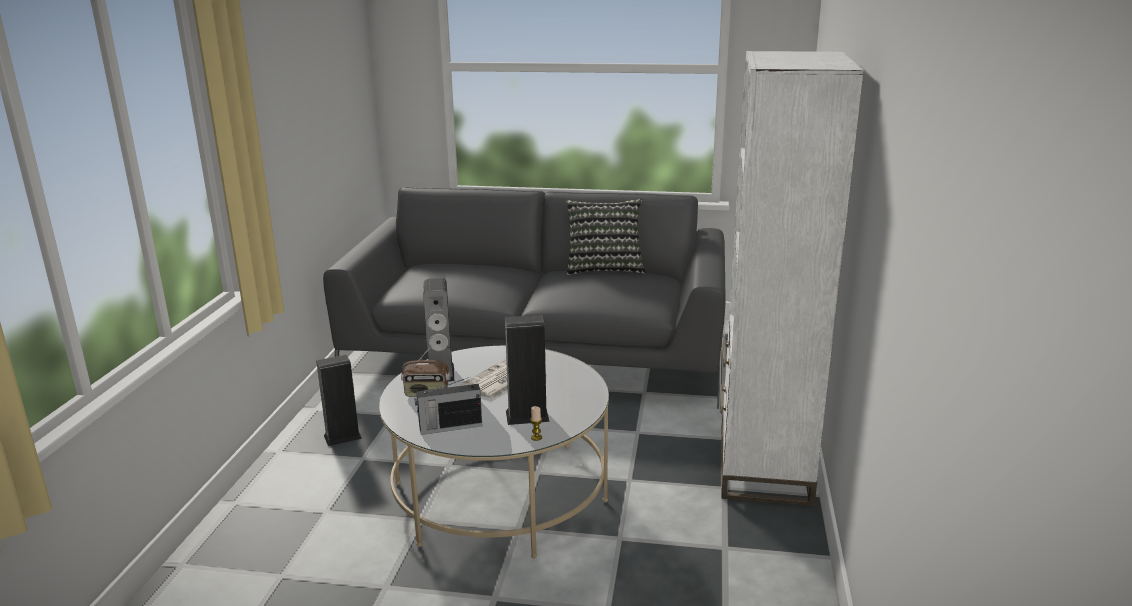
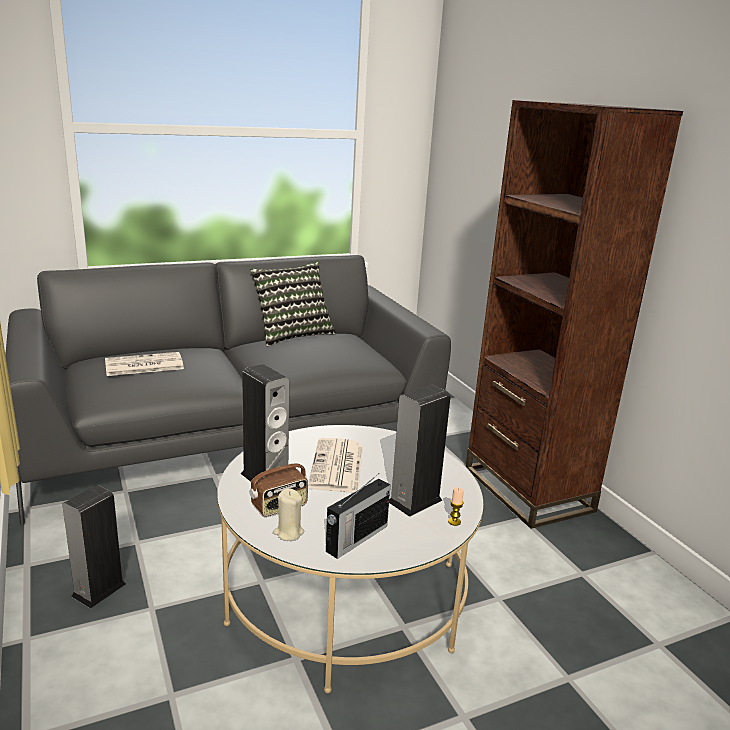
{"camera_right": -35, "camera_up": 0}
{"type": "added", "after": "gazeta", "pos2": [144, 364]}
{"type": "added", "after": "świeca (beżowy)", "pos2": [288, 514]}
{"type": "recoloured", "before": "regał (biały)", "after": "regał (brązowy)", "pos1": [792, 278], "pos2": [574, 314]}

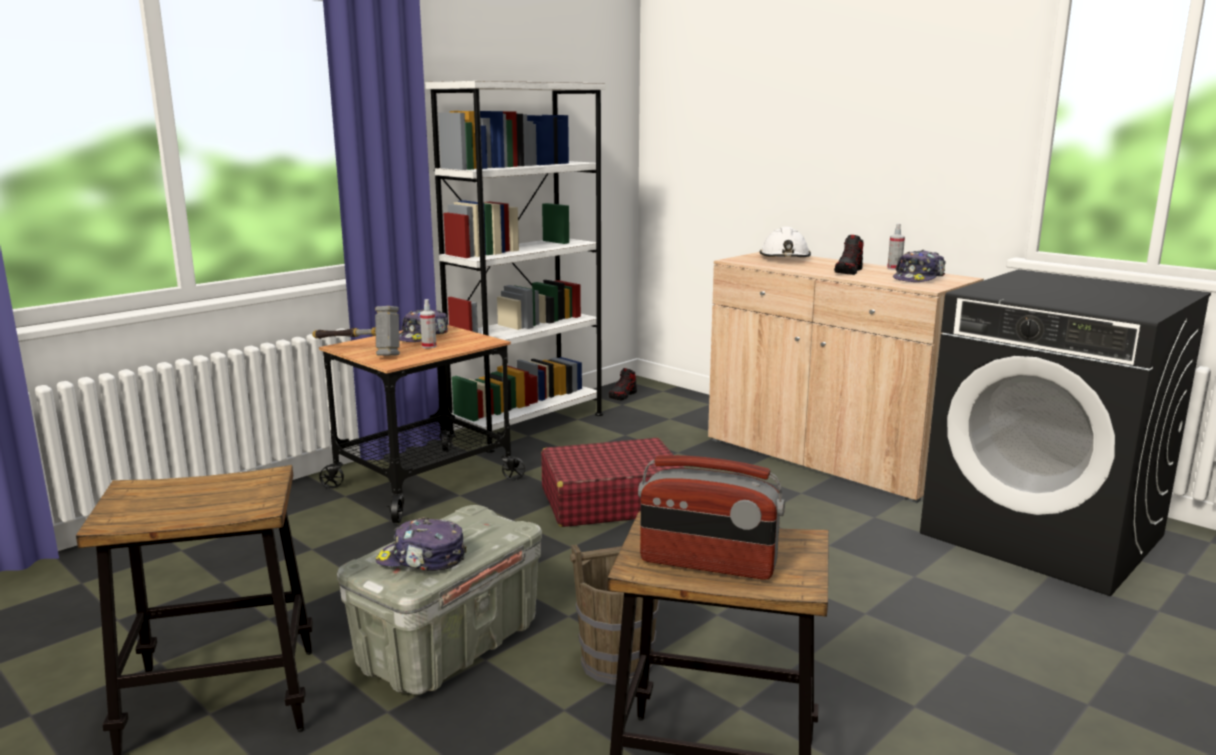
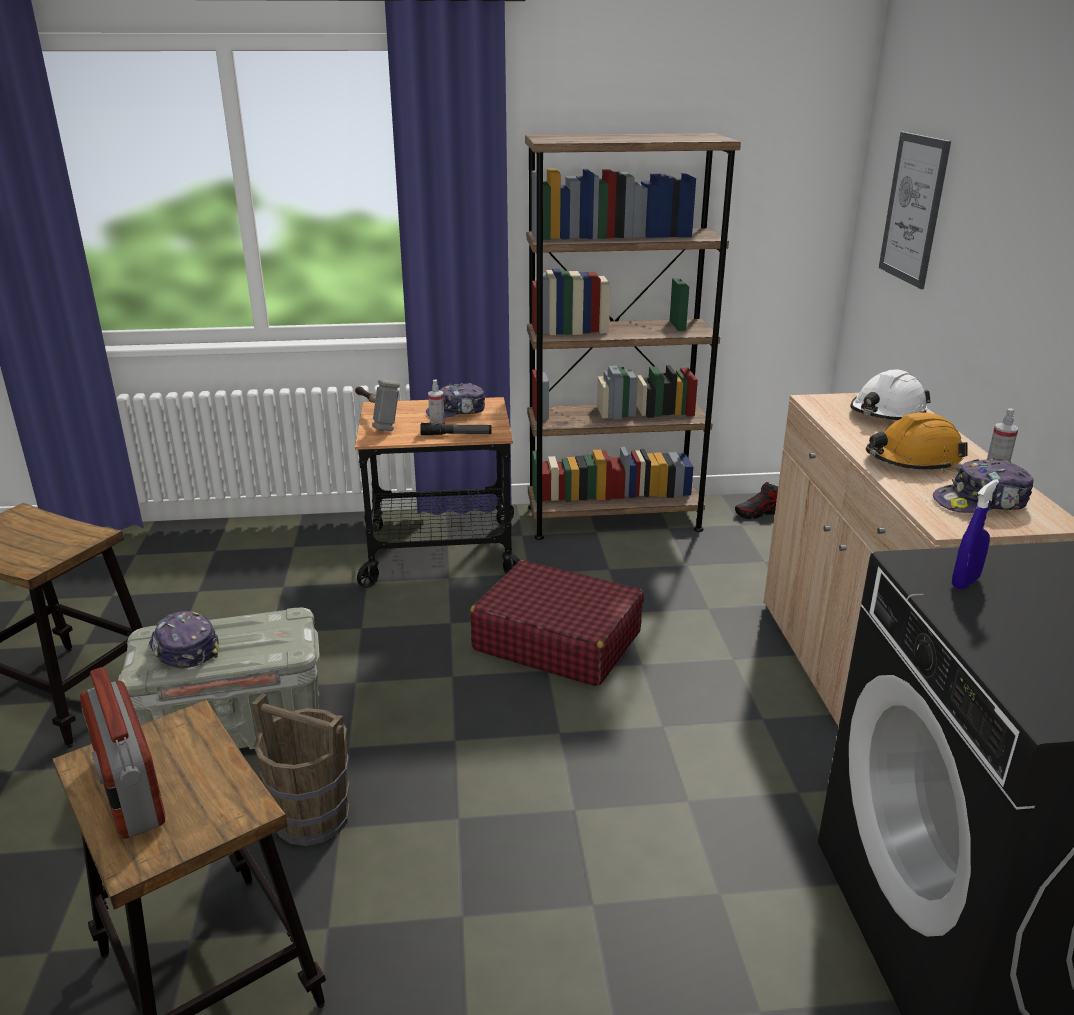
{"camera_right": 40, "camera_up": 10}
{"type": "added", "after": "latarka", "pos2": [456, 429]}
{"type": "added", "after": "obraz", "pos2": [915, 210]}
{"type": "added", "after": "spryskiwacz (niebieski)", "pos2": [975, 534]}
{"type": "replaced", "before": "but", "after": "kask (pomarańczowy)", "pos1": [848, 255], "pos2": [917, 442]}
{"type": "recoloured", "before": "regał (biały)", "after": "regał (brązowy)", "pos1": [515, 267], "pos2": [633, 336]}

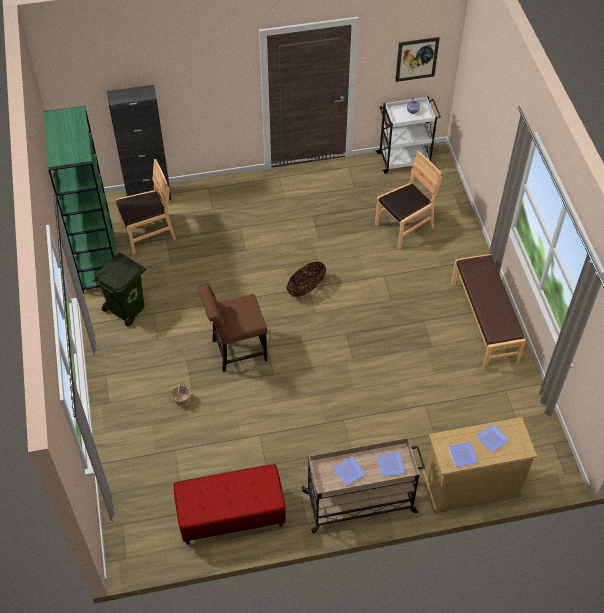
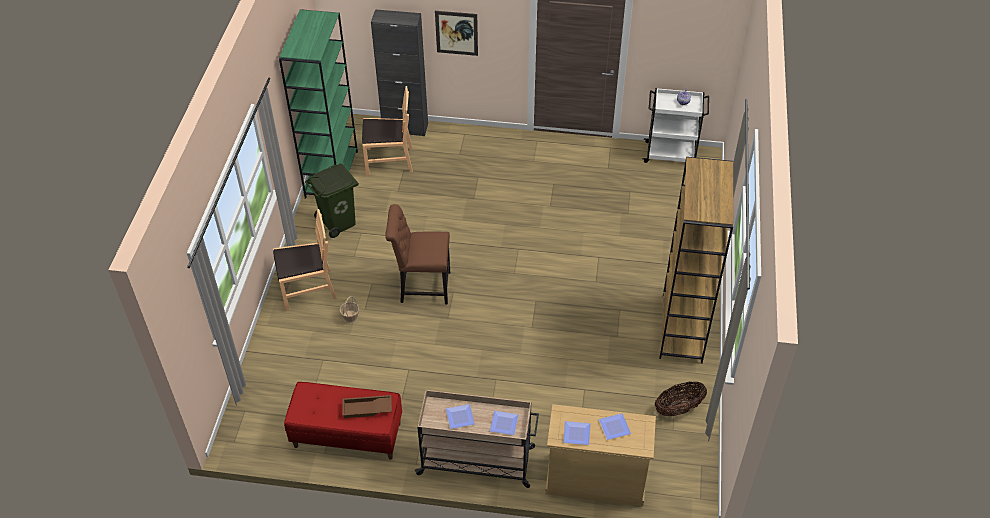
{"camera_right": 20, "camera_up": -5}
{"type": "added", "after": "taca (brązowy)", "pos2": [367, 406]}
{"type": "moved", "before": "koszyk", "pos1": [306, 279], "pos2": [681, 399]}
{"type": "moved", "before": "krzesło (brązowy)", "pos1": [408, 200], "pos2": [305, 260]}
{"type": "moved", "before": "obraz", "pos1": [417, 59], "pos2": [456, 33]}
{"type": "replaced", "before": "ławka (brązowy)", "after": "regał (brązowy)", "pos1": [488, 312], "pos2": [696, 260]}

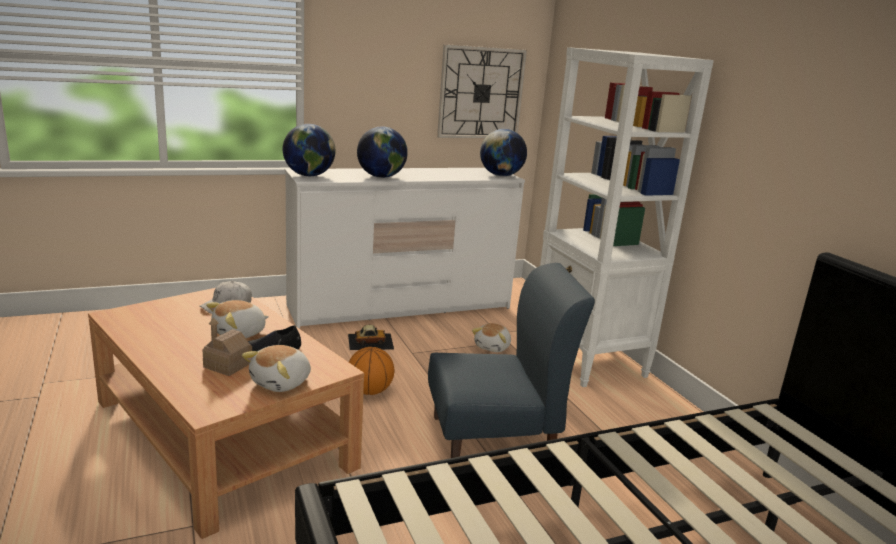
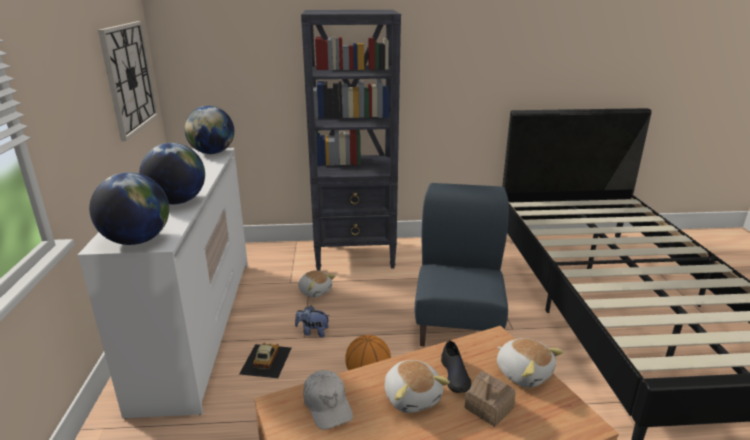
{"camera_right": -70, "camera_up": 5}
{"type": "added", "after": "pluszak", "pos2": [312, 321]}
{"type": "recoloured", "before": "regał (biały)", "after": "regał (czarny)", "pos1": [627, 217], "pos2": [351, 140]}

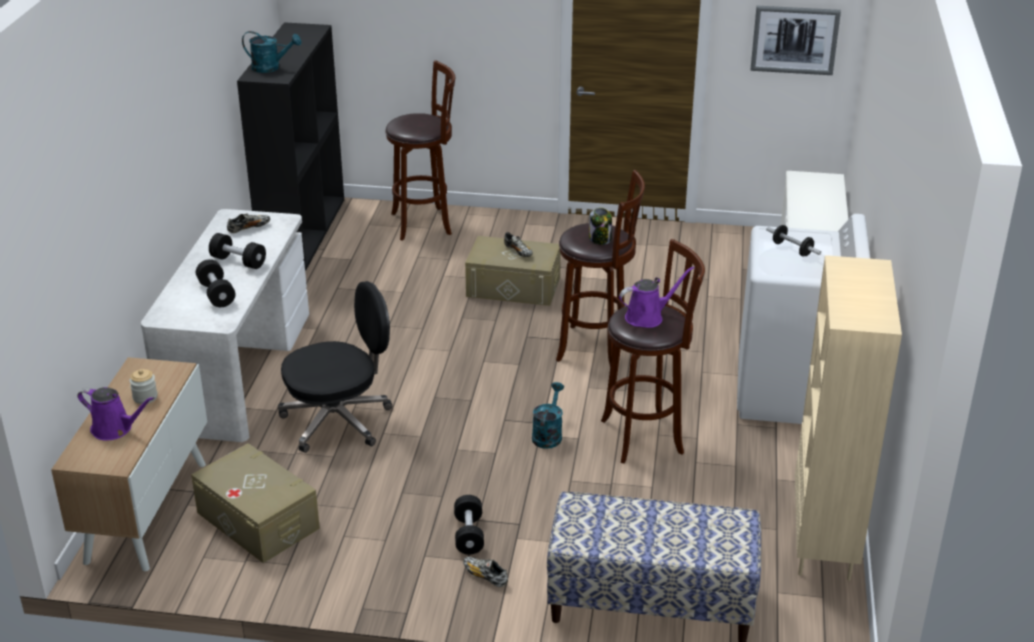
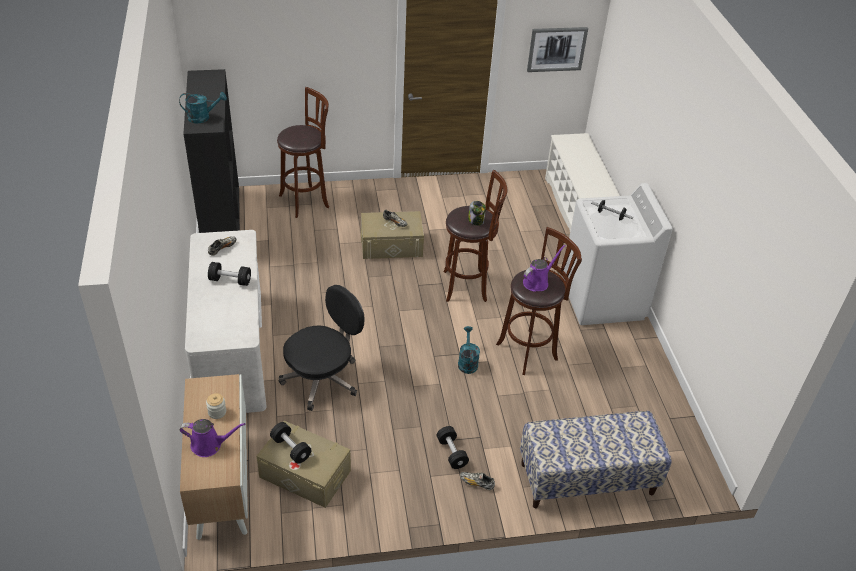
{"camera_right": -20, "camera_up": 10}
{"type": "removed", "before": "regał (beżowy)", "pos1": [848, 418]}
{"type": "moved", "before": "hantel (czarny)", "pos1": [215, 283], "pos2": [290, 443]}

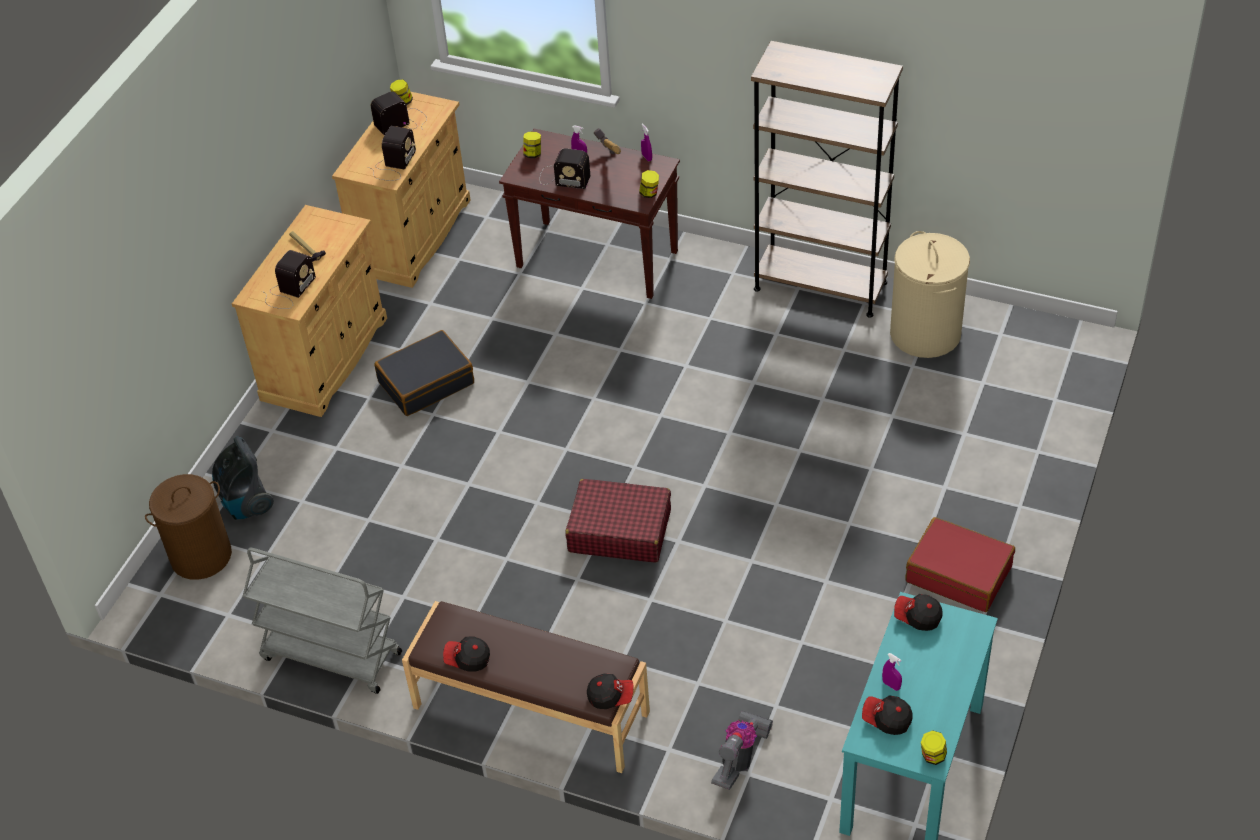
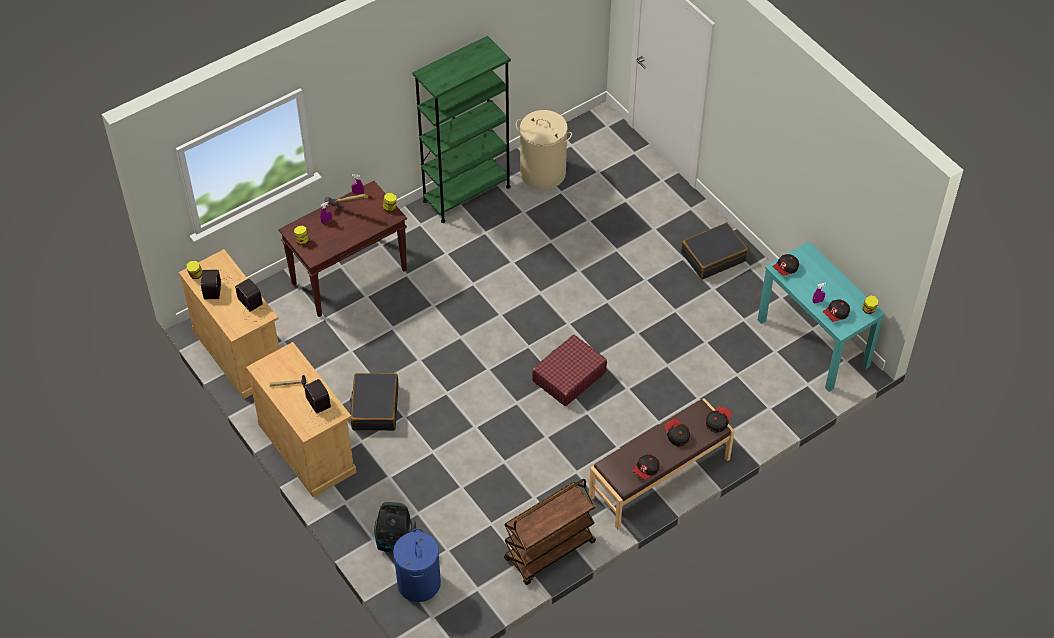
{"camera_right": -60, "camera_up": 5}
{"type": "removed", "before": "radio", "pos1": [565, 168]}
{"type": "removed", "before": "odkurzacz", "pos1": [742, 750]}
{"type": "added", "after": "czapka z daszkiem", "pos2": [677, 433]}
{"type": "recoloured", "before": "kosz na pranie (brązowy)", "after": "kosz na pranie (niebieski)", "pos1": [188, 527], "pos2": [417, 565]}
{"type": "recoloured", "before": "wózek (szary)", "after": "wózek (brązowy)", "pos1": [322, 621], "pos2": [550, 532]}
{"type": "recoloured", "before": "regał (brązowy)", "after": "regał (zielony)", "pos1": [827, 179], "pos2": [461, 129]}
{"type": "recoloured", "before": "walizka (czerwony)", "after": "walizka (czarny)", "pos1": [960, 564], "pos2": [714, 251]}

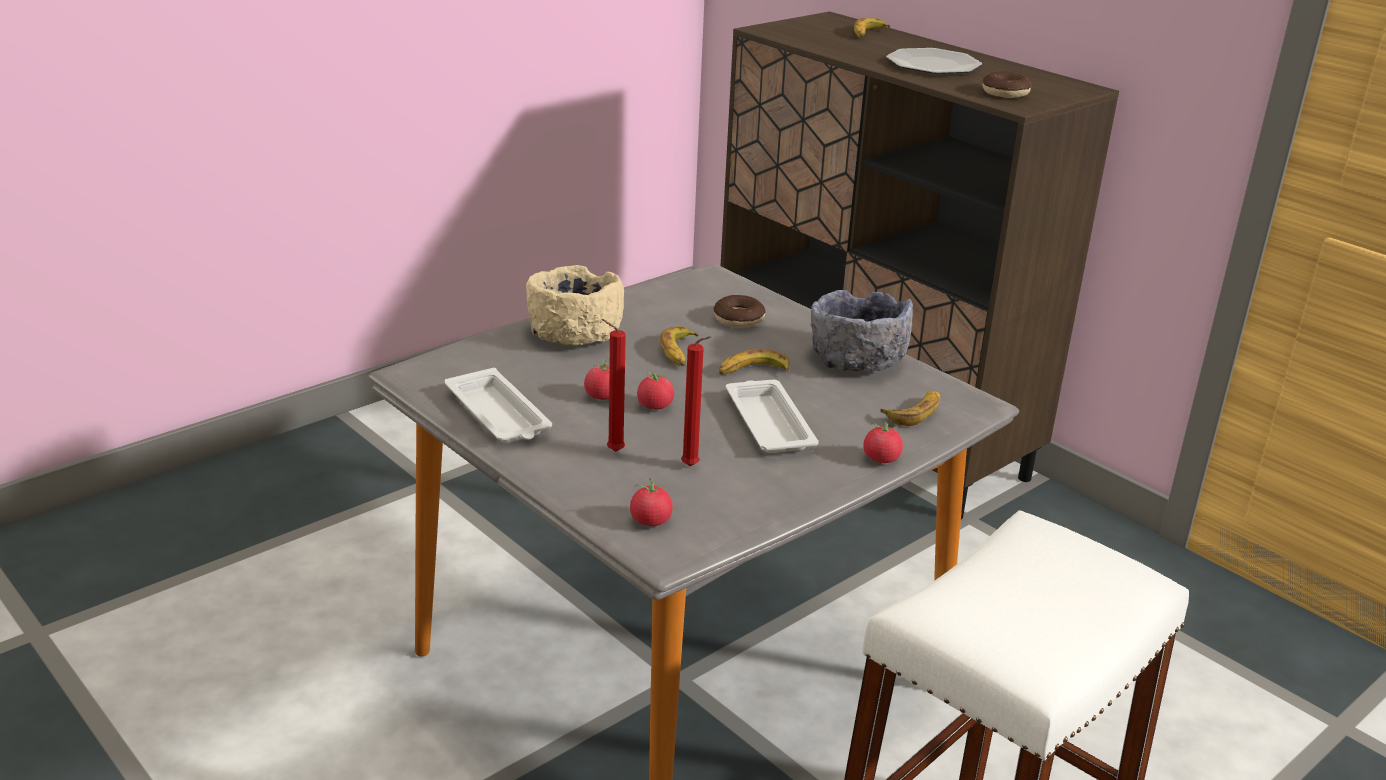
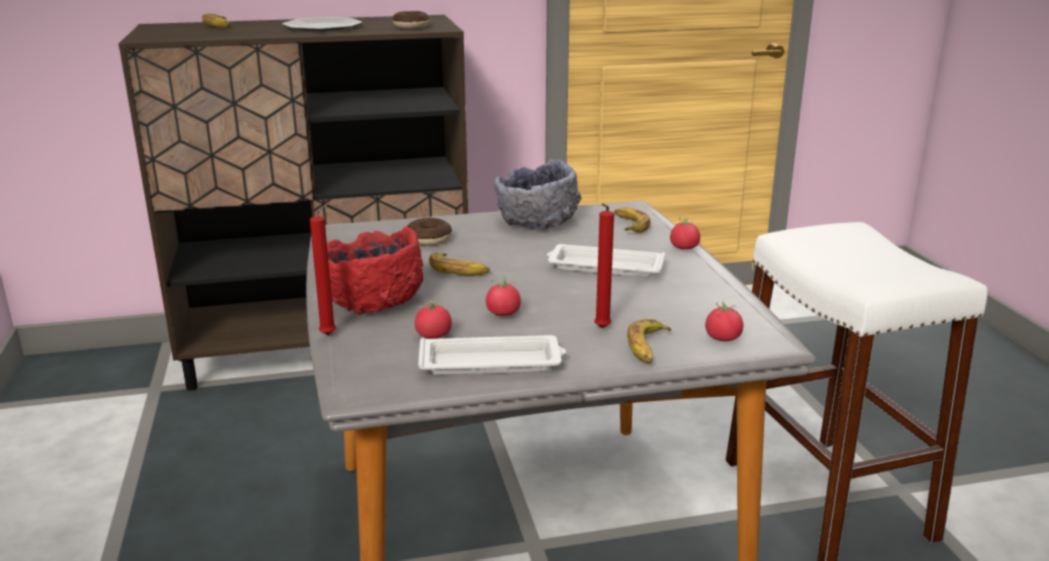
{"camera_right": -60, "camera_up": -5}
{"type": "moved", "before": "pomidor", "pos1": [655, 390], "pos2": [433, 319]}
{"type": "moved", "before": "świeca (czerwony)", "pos1": [696, 401], "pos2": [323, 268]}
{"type": "moved", "before": "banan", "pos1": [754, 362], "pos2": [649, 341]}
{"type": "recoloured", "before": "miska (beżowy)", "after": "miska (czerwony)", "pos1": [575, 305], "pos2": [375, 271]}

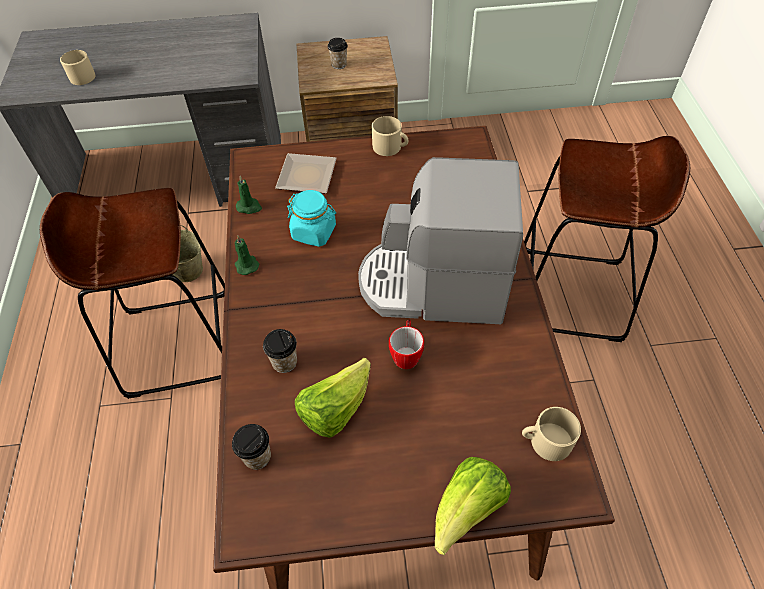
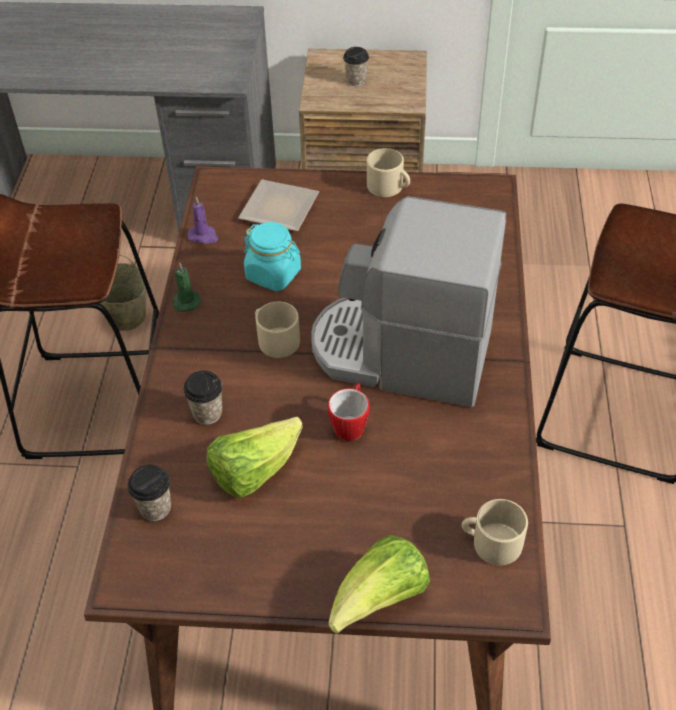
{"camera_right": 10, "camera_up": -5}
{"type": "moved", "before": "kubek (beżowy)", "pos1": [77, 67], "pos2": [277, 330]}
{"type": "recoloured", "before": "świeca (zielony)", "after": "świeca (fioletowy)", "pos1": [249, 195], "pos2": [203, 220]}

